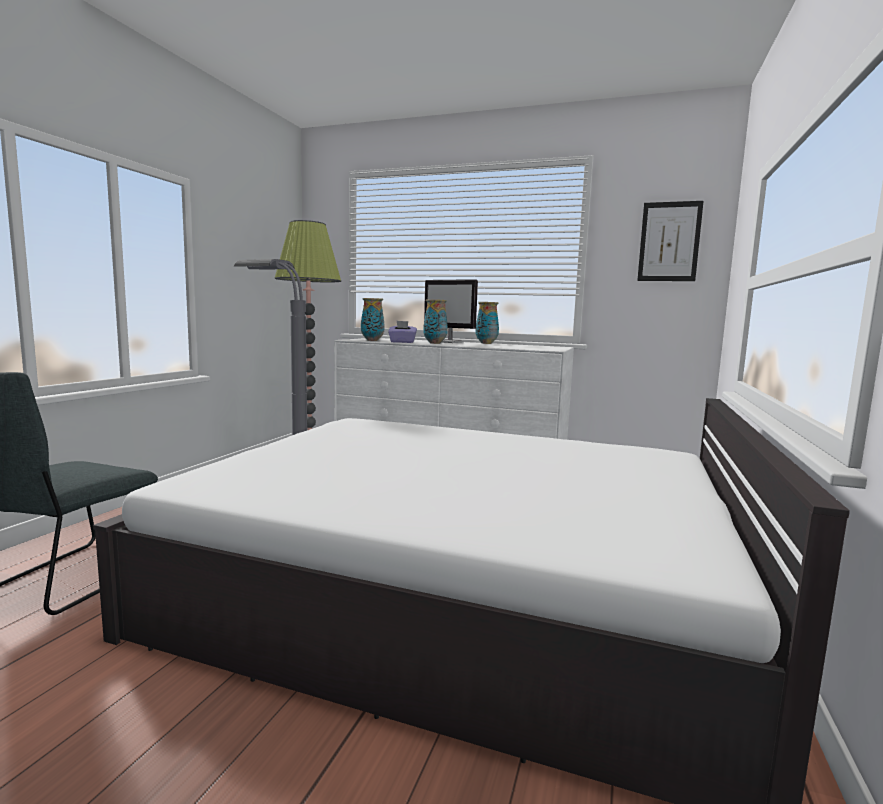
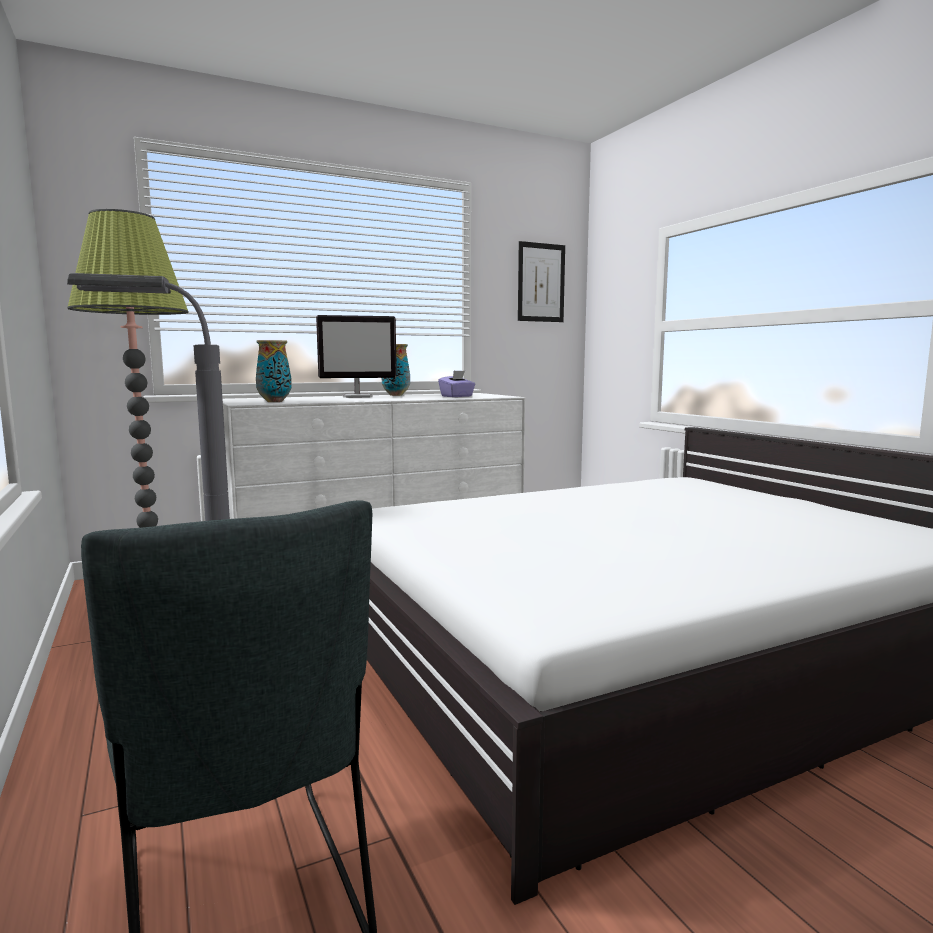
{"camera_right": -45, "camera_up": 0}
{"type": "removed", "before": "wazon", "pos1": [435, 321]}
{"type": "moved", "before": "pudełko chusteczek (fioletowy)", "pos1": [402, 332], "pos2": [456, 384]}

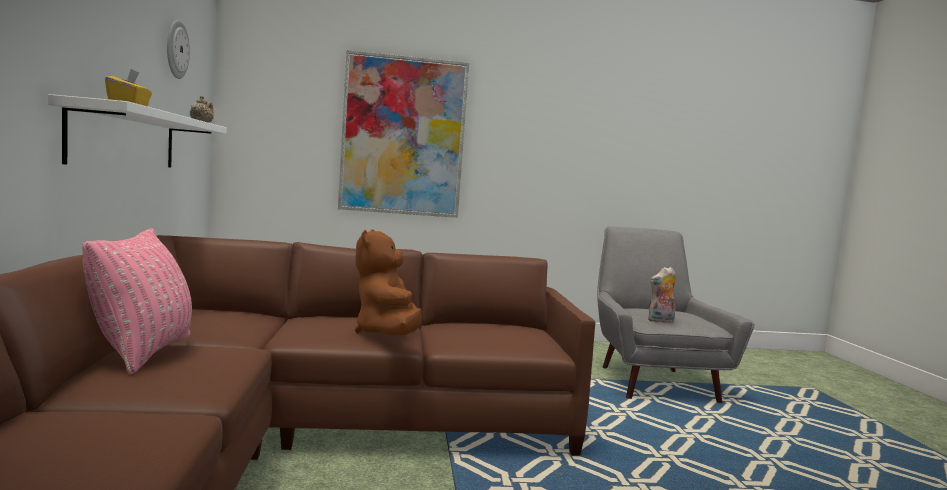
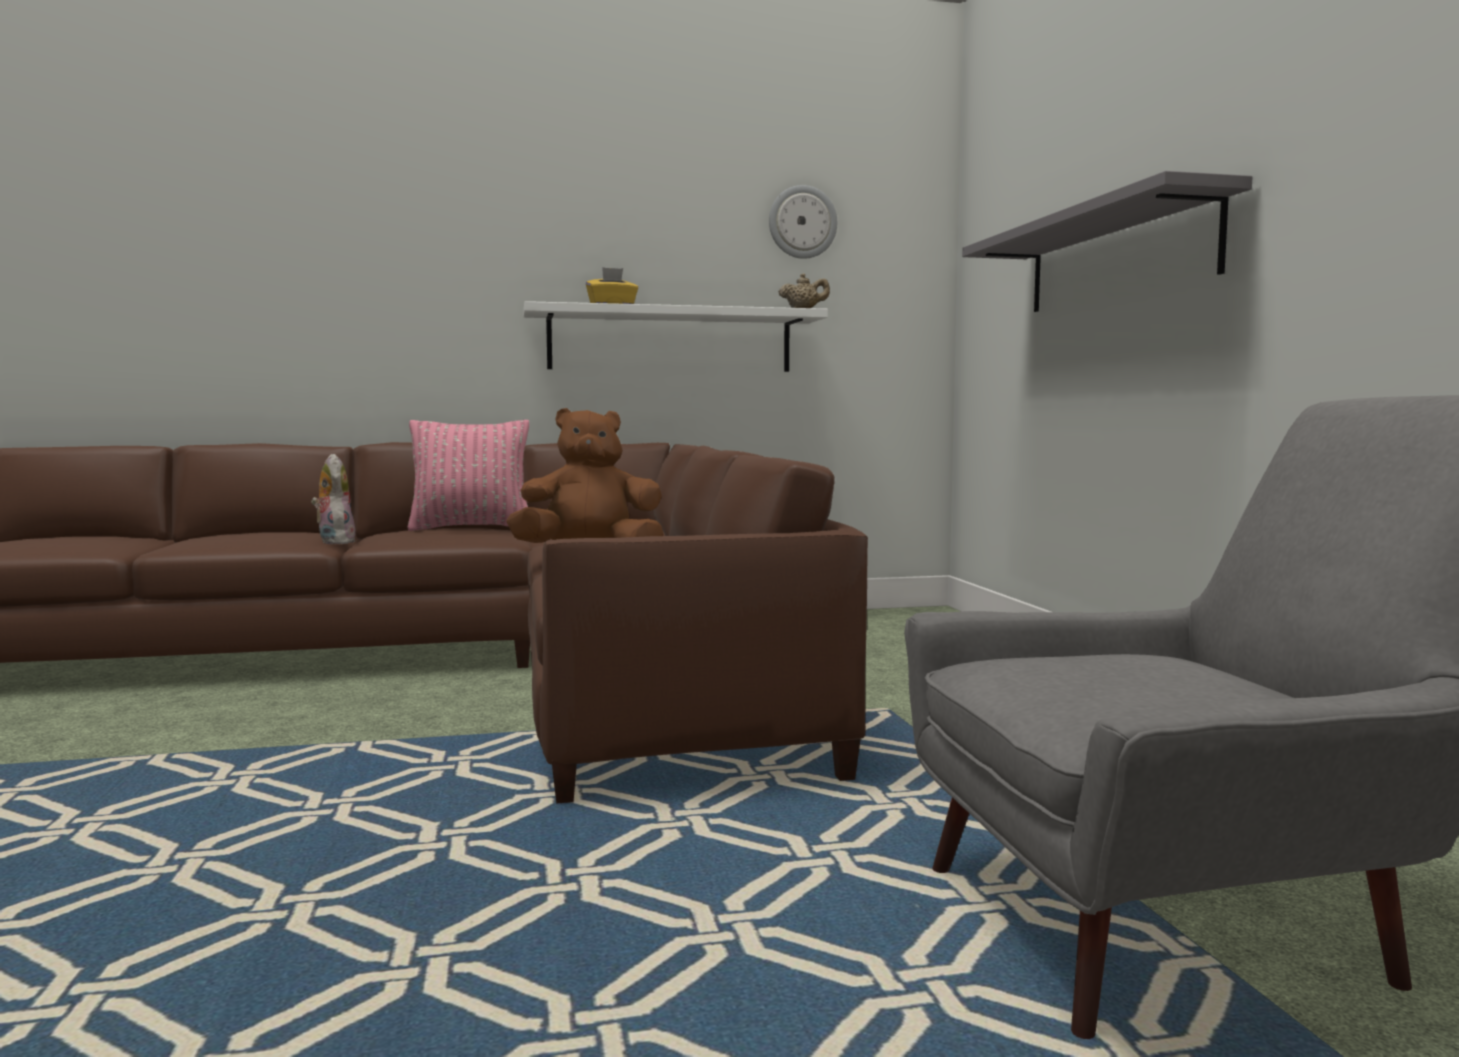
{"camera_right": 85, "camera_up": 0}
{"type": "moved", "before": "pluszak", "pos1": [663, 295], "pos2": [333, 499]}
{"type": "replaced", "before": "obraz", "after": "półka (szary)", "pos1": [404, 134], "pos2": [1107, 241]}

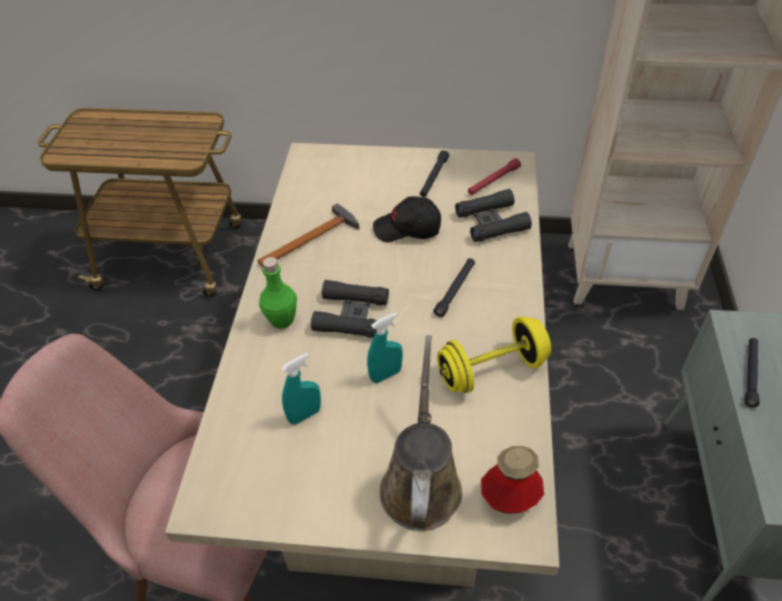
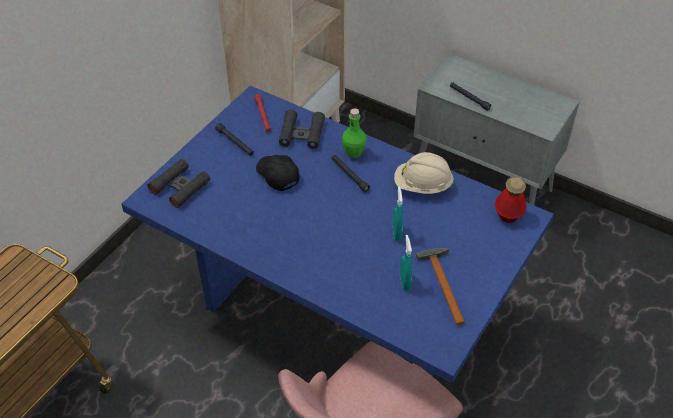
{"camera_right": -65, "camera_up": 0}
{"type": "removed", "before": "konewka (brązowy)", "pos1": [421, 433]}
{"type": "moved", "before": "młotek", "pos1": [308, 235], "pos2": [440, 286]}
{"type": "moved", "before": "butelka (zielony)", "pos1": [278, 293], "pos2": [354, 133]}
{"type": "moved", "before": "lornetka (czarny)", "pos1": [350, 309], "pos2": [179, 183]}
{"type": "replaced", "before": "hantel (żółty)", "after": "kask (beżowy)", "pos1": [494, 354], "pos2": [424, 173]}
{"type": "recoloured", "before": "stół jadalny (beżowy)", "after": "stół jadalny (niebieski)", "pos1": [362, 365], "pos2": [337, 234]}
{"type": "turned", "before": "czapka z daszkiem (czarny)", "pos1": [407, 219], "pos2": [278, 173], "turn": 120}

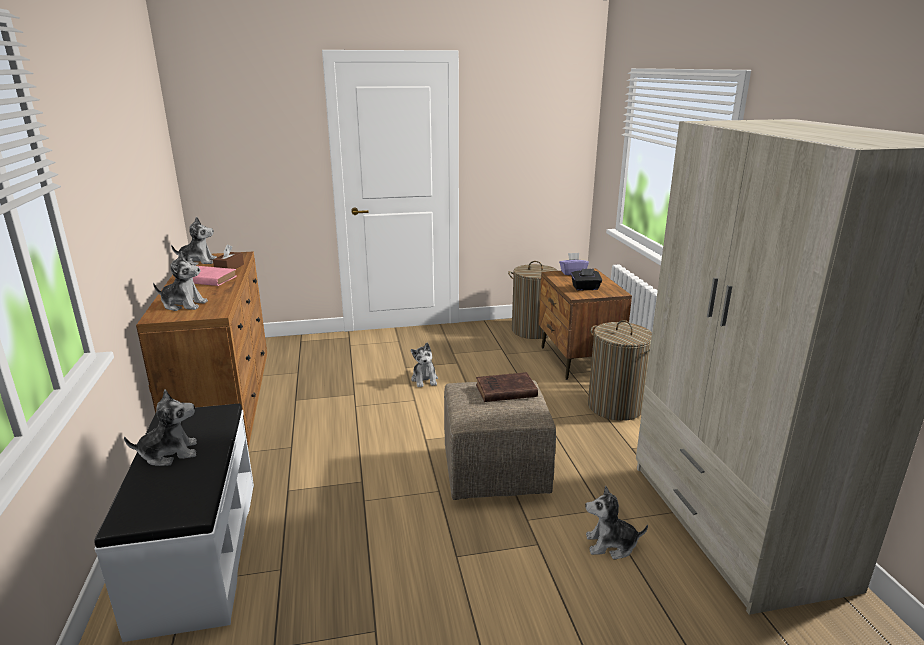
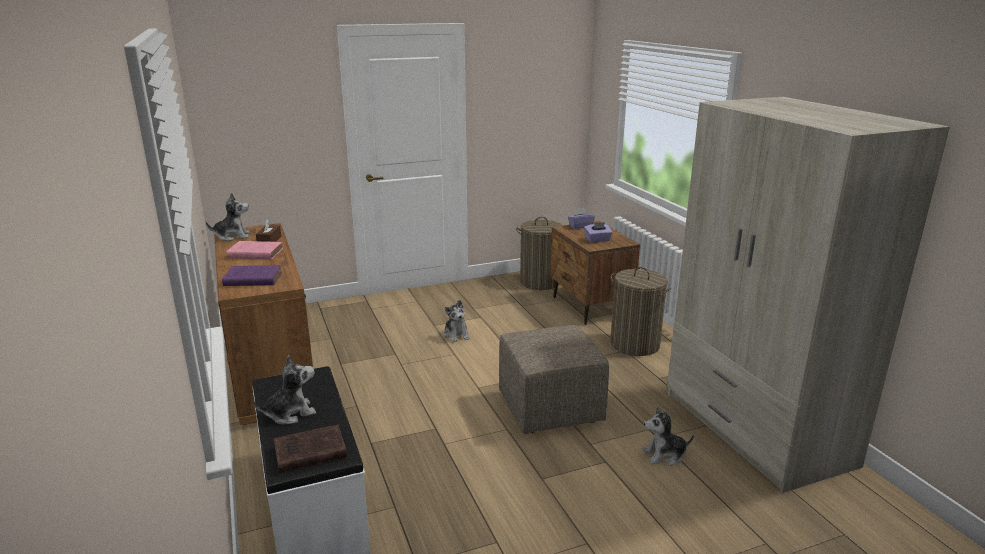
{"camera_right": -10, "camera_up": 0}
{"type": "moved", "before": "książka (brązowy)", "pos1": [507, 387], "pos2": [310, 448]}
{"type": "replaced", "before": "pluszak", "after": "książka (fioletowy)", "pos1": [180, 281], "pos2": [252, 275]}
{"type": "recoloured", "before": "pudełko chusteczek (czarny)", "after": "pudełko chusteczek (fioletowy)", "pos1": [586, 280], "pos2": [598, 232]}

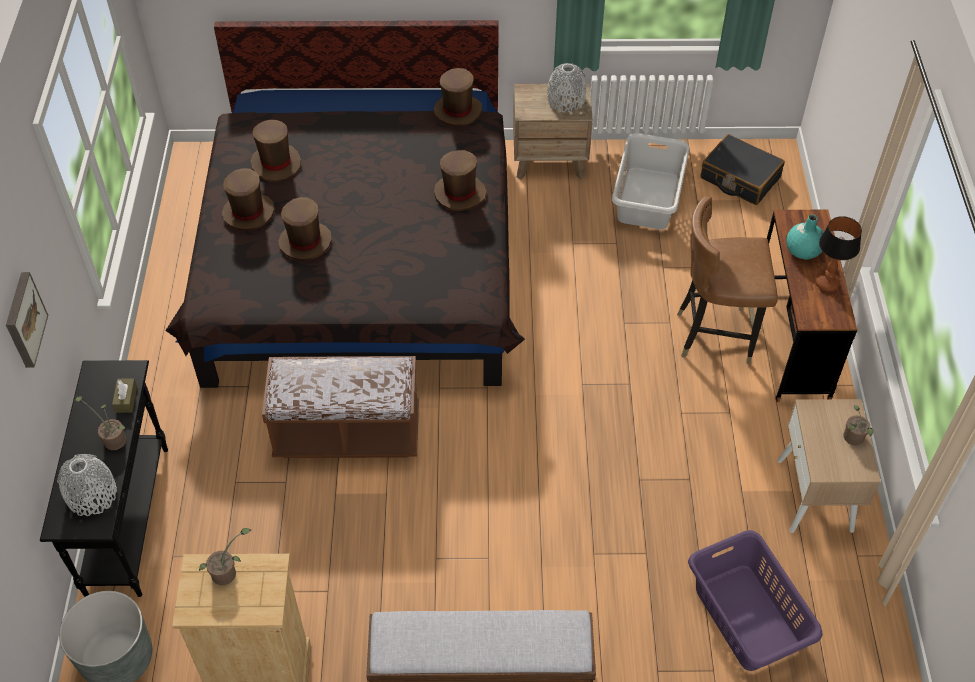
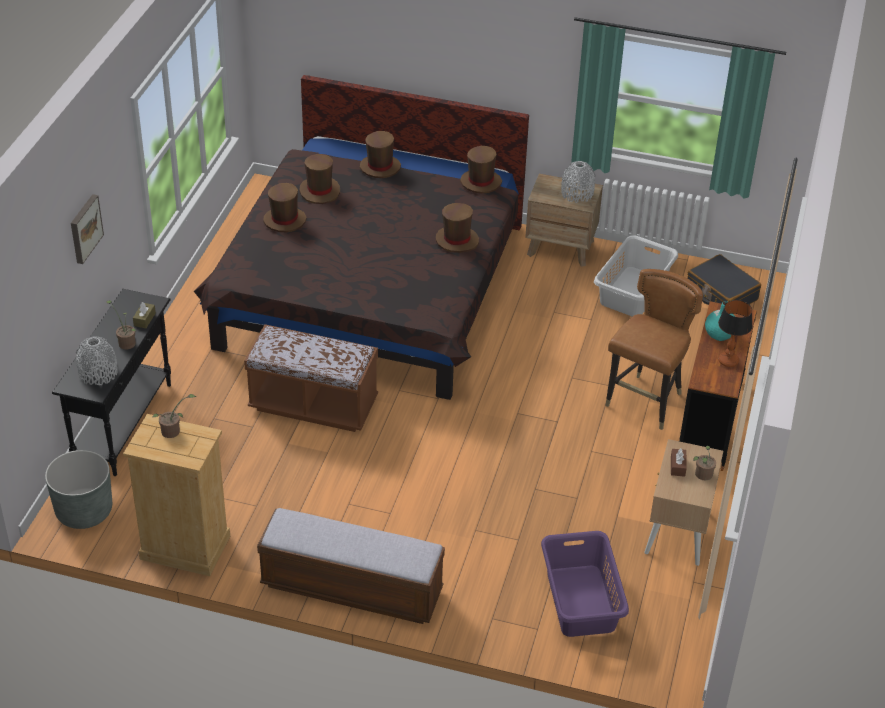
{"camera_right": 15, "camera_up": -10}
{"type": "added", "after": "pudełko chusteczek (brązowy)", "pos2": [679, 462]}
{"type": "moved", "before": "kapelusz (brązowy)", "pos1": [305, 229], "pos2": [380, 154]}
{"type": "turned", "before": "krzesło (brązowy)", "pos1": [727, 280], "pos2": [654, 349], "turn": 105}

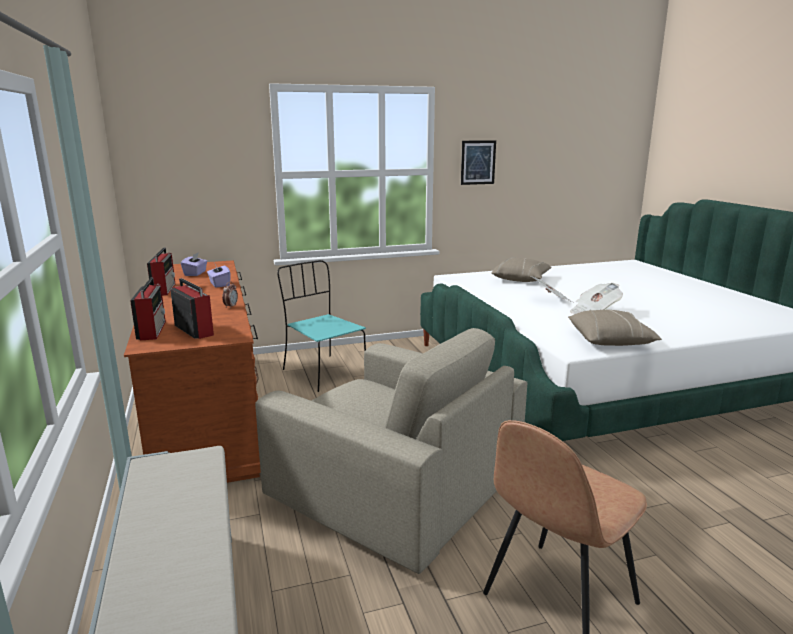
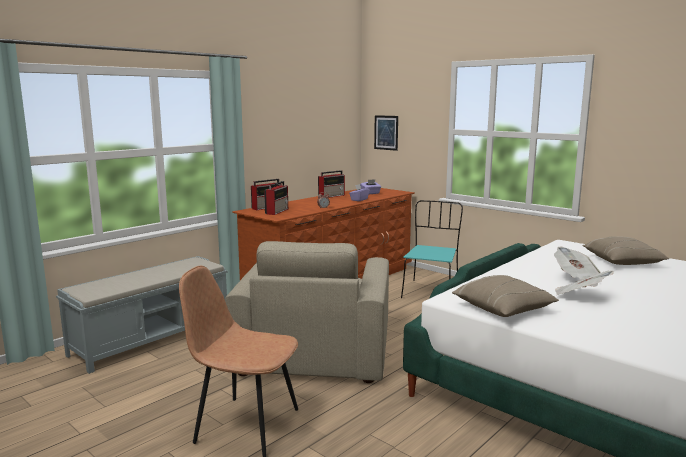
{"camera_right": 60, "camera_up": -5}
{"type": "moved", "before": "obraz", "pos1": [478, 162], "pos2": [386, 133]}

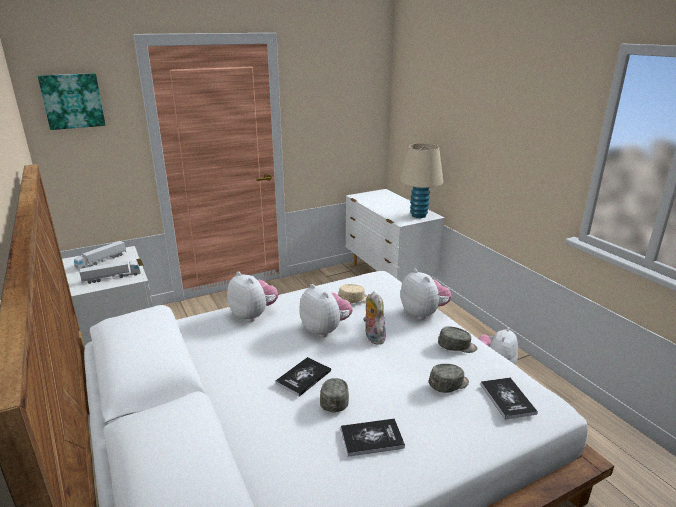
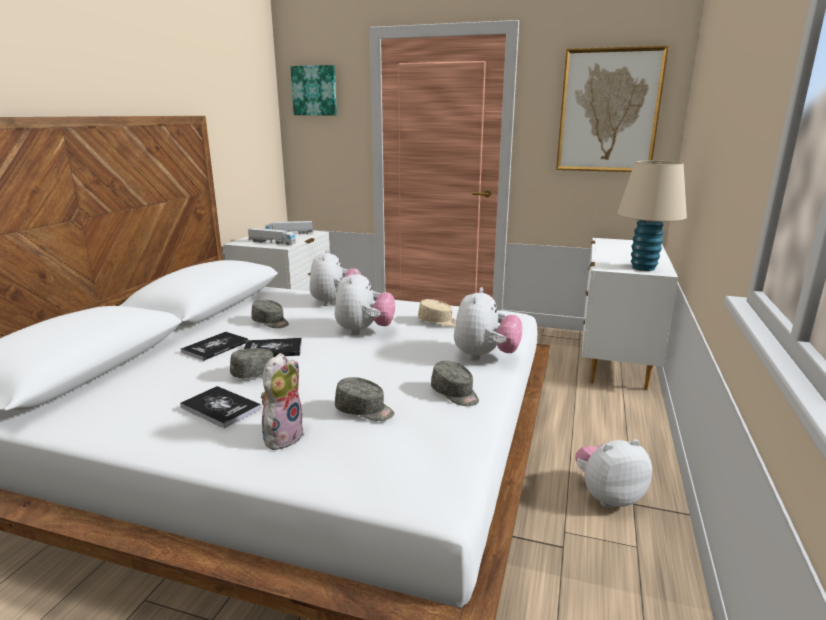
{"camera_right": 45, "camera_up": -5}
{"type": "added", "after": "czapka z daszkiem (szary)", "pos2": [270, 313]}
{"type": "added", "after": "obraz", "pos2": [612, 109]}
{"type": "moved", "before": "pluszak", "pos1": [374, 317], "pos2": [283, 401]}
{"type": "moved", "before": "książka", "pos1": [509, 398], "pos2": [214, 346]}

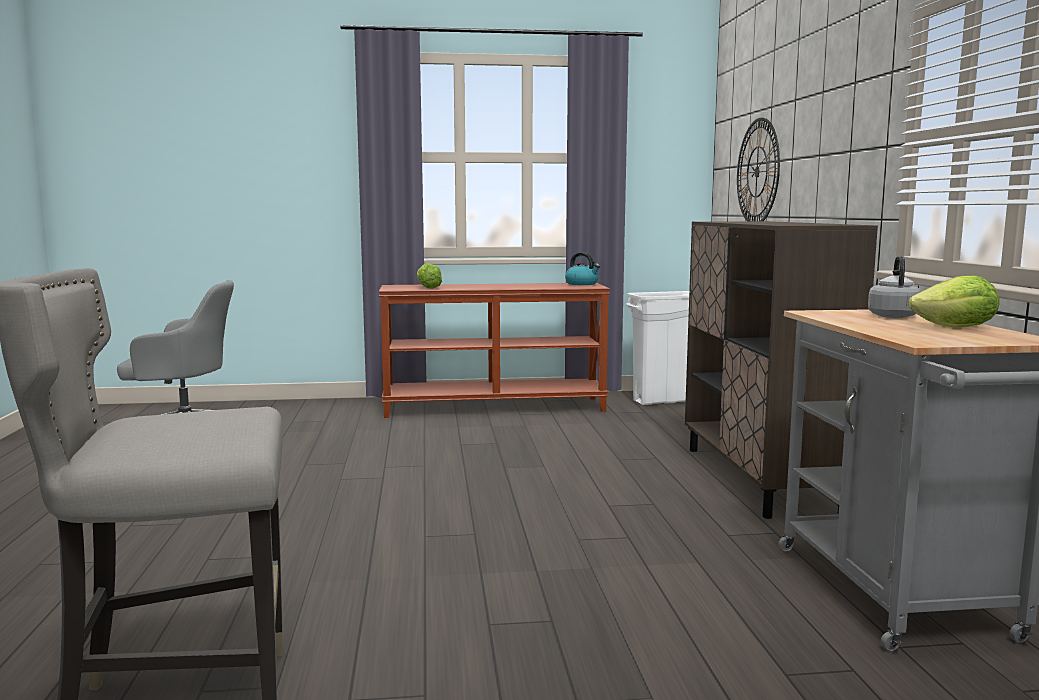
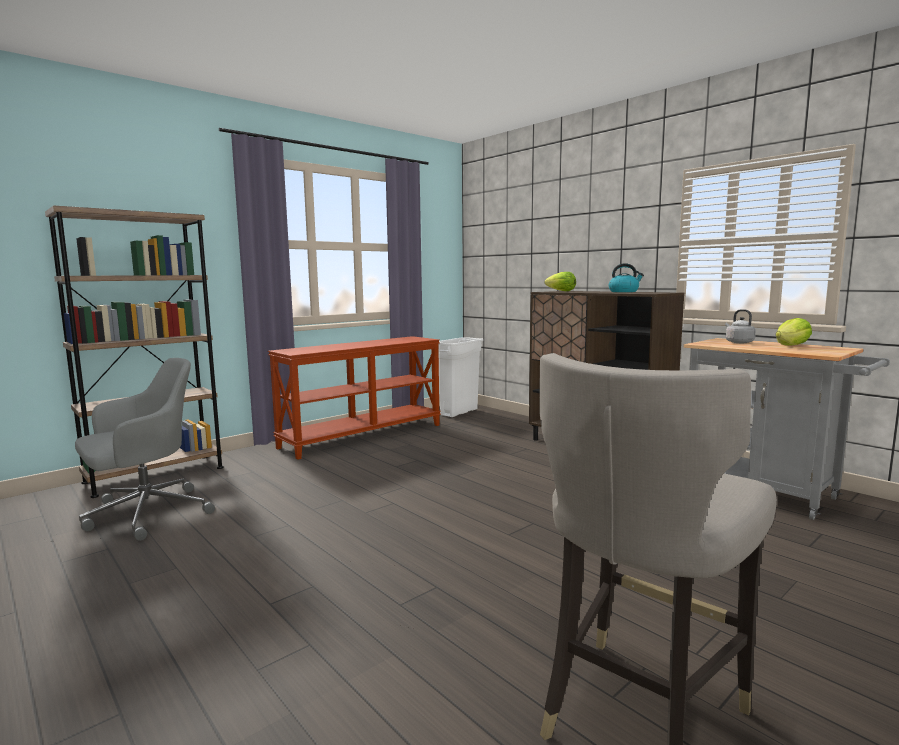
{"camera_right": -35, "camera_up": 0}
{"type": "removed", "before": "zegar ścienny", "pos1": [758, 169]}
{"type": "added", "after": "regał (brązowy)", "pos2": [134, 351]}
{"type": "moved", "before": "sałata", "pos1": [429, 276], "pos2": [560, 281]}
{"type": "moved", "before": "czajnik", "pos1": [582, 268], "pos2": [626, 277]}

